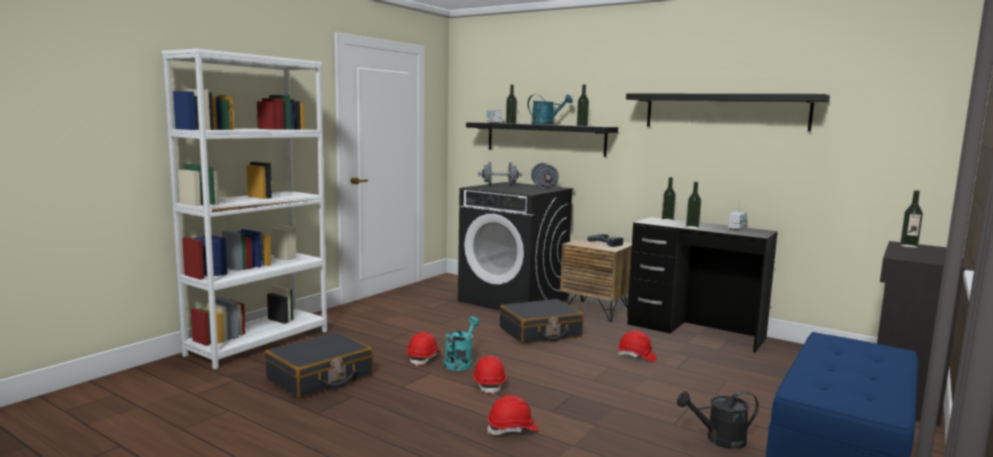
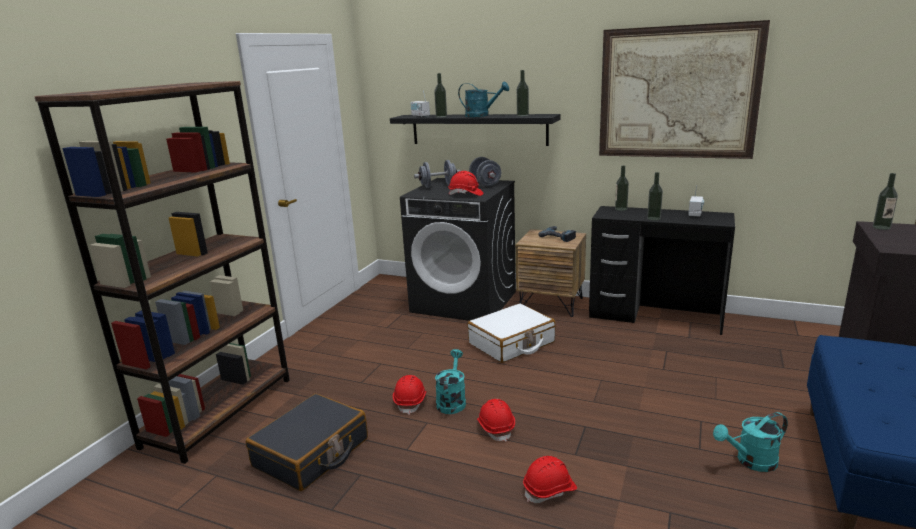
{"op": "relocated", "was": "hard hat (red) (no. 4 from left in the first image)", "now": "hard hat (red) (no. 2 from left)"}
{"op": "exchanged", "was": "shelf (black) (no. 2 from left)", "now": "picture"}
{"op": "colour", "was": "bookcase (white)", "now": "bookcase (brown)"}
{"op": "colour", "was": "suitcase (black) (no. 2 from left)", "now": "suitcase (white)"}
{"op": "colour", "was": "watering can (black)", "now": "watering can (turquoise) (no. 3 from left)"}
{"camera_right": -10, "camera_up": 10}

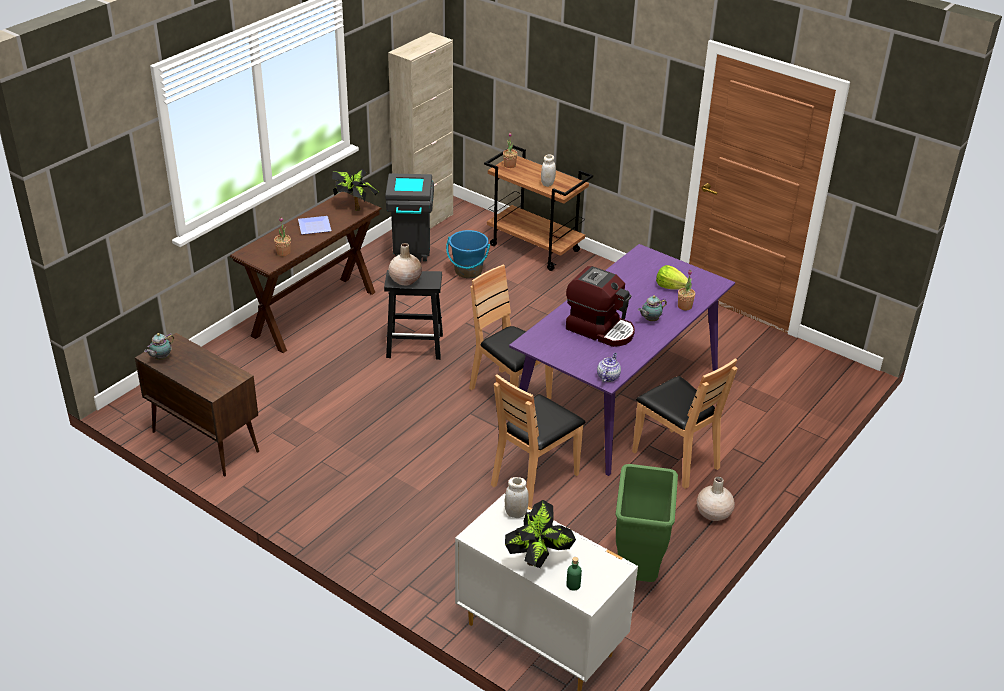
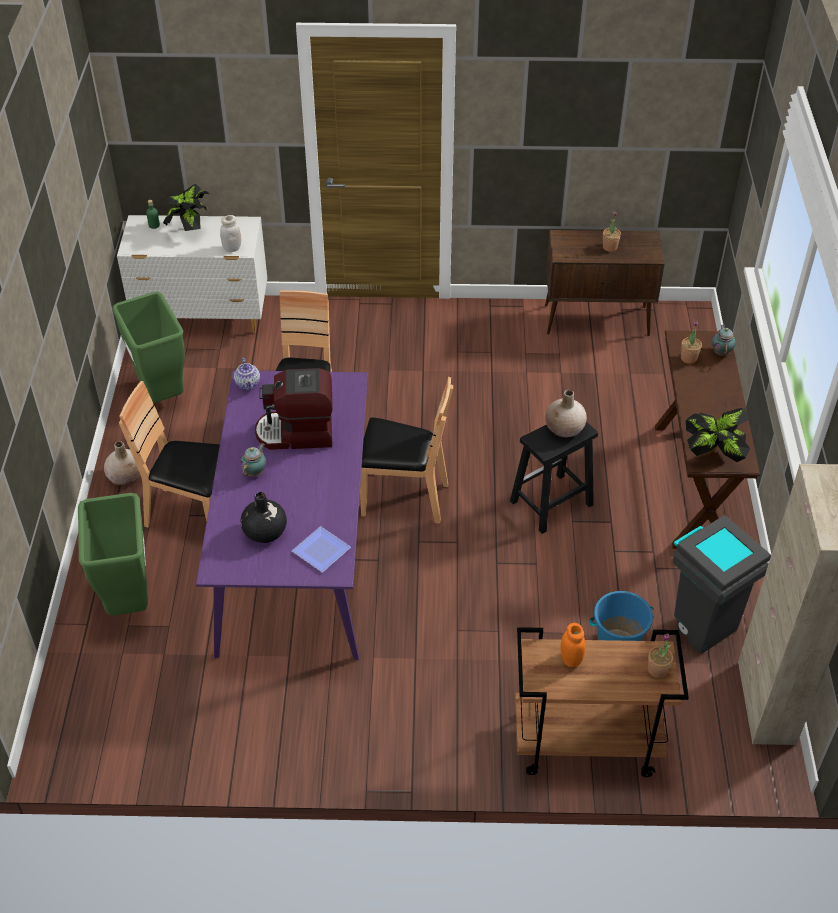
{"op": "appeared", "now": "trash can (green) (no. 1 from left)"}
{"op": "relocated", "was": "teapot (no. 1 from left in the first image)", "now": "teapot (no. 3 from left)"}
{"op": "relocated", "was": "plate"}
{"op": "relocated", "was": "potted plant (no. 5 from left in the first image)", "now": "potted plant (no. 2 from left)"}
{"op": "exchanged", "was": "lettuce", "now": "vase (black)"}
{"op": "colour", "was": "jar (white) (no. 2 from left)", "now": "jar (orange)"}
{"camera_right": 145, "camera_up": 10}

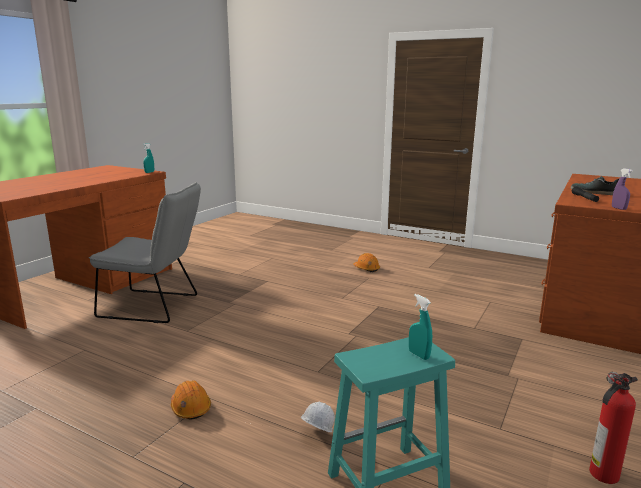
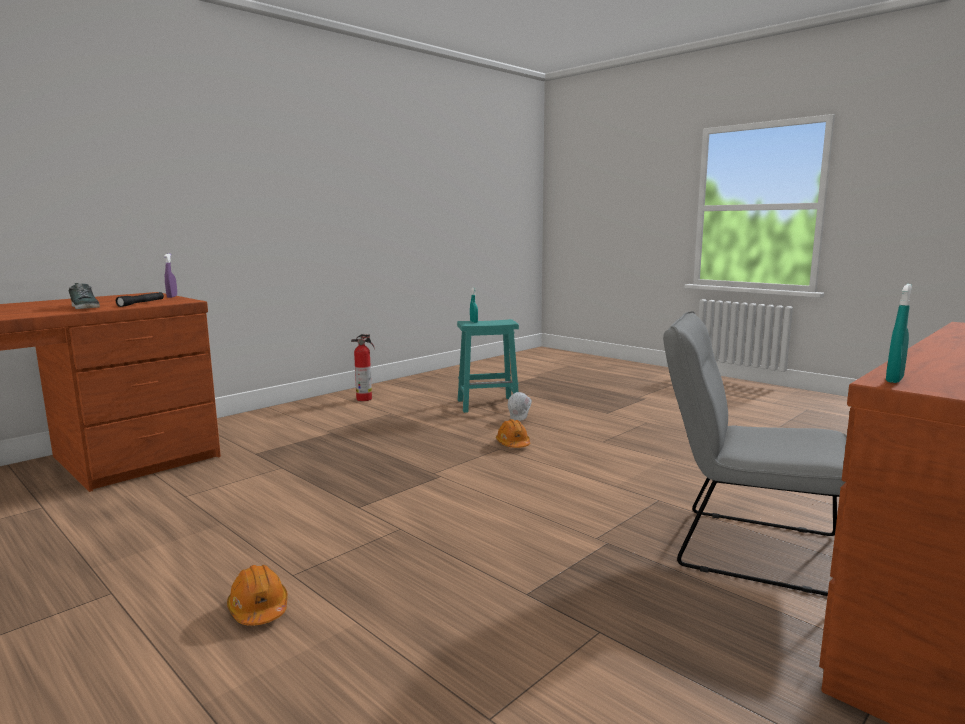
{"op": "relocated", "was": "hard hat (orange) (no. 1 from left in the first image)", "now": "hard hat (orange) (no. 2 from left)"}
{"camera_right": -165, "camera_up": -5}

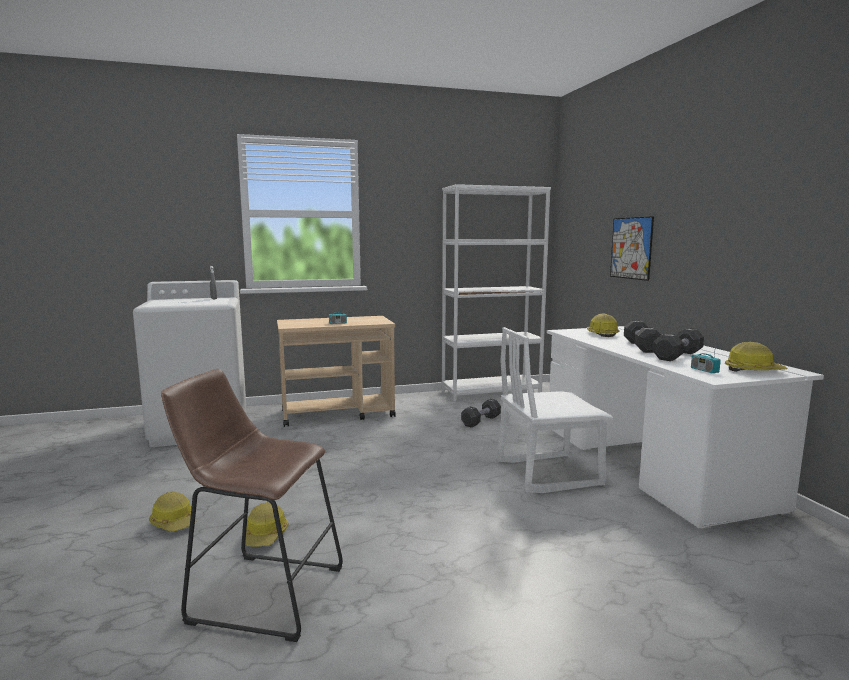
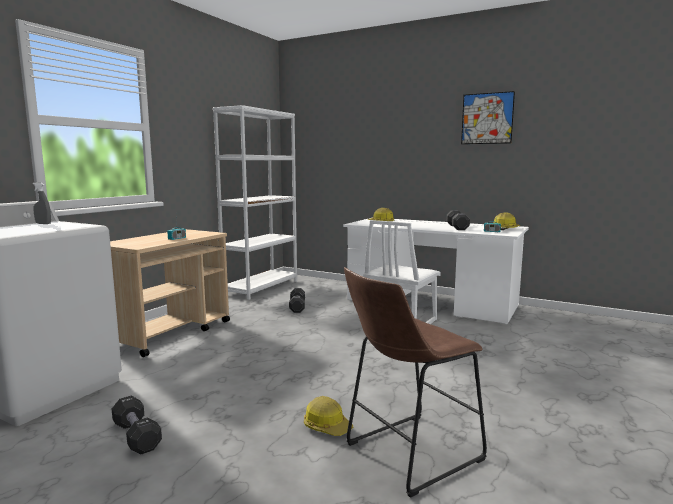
{"op": "missing", "was": "hard hat (no. 1 from left)"}
{"op": "relocated", "was": "picture"}
{"op": "relocated", "was": "dumbbell (black) (no. 2 from left in the first image)", "now": "dumbbell (black) (no. 1 from left)"}
{"camera_right": -45, "camera_up": 0}

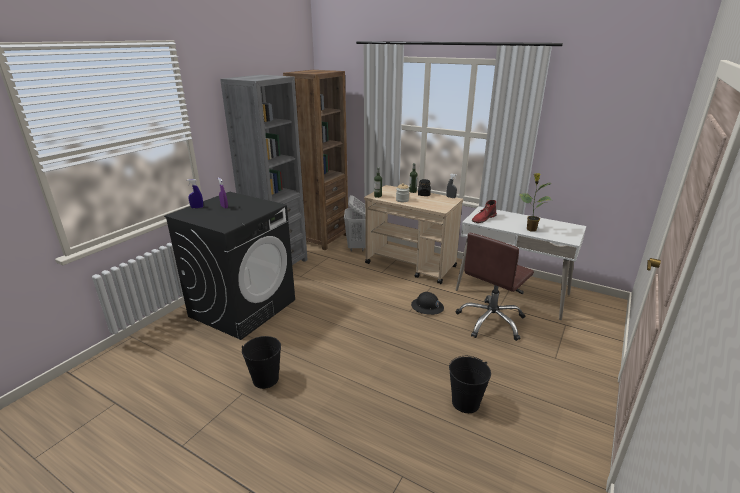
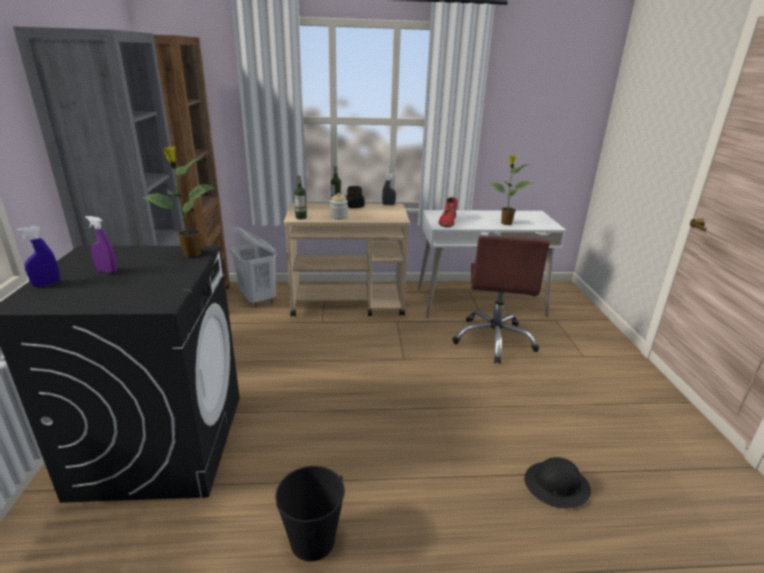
{"op": "missing", "was": "bucket (black) (no. 2 from left)"}
{"op": "appeared", "now": "potted plant (no. 1 from left)"}
{"op": "relocated", "was": "hard hat (black)"}
{"camera_right": -35, "camera_up": 0}

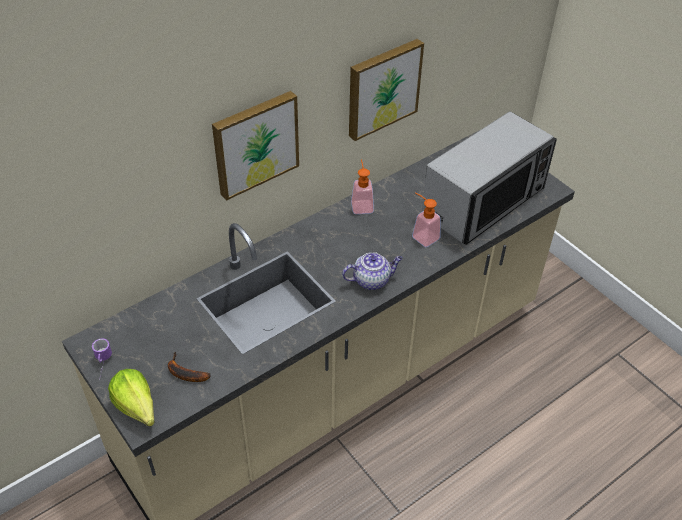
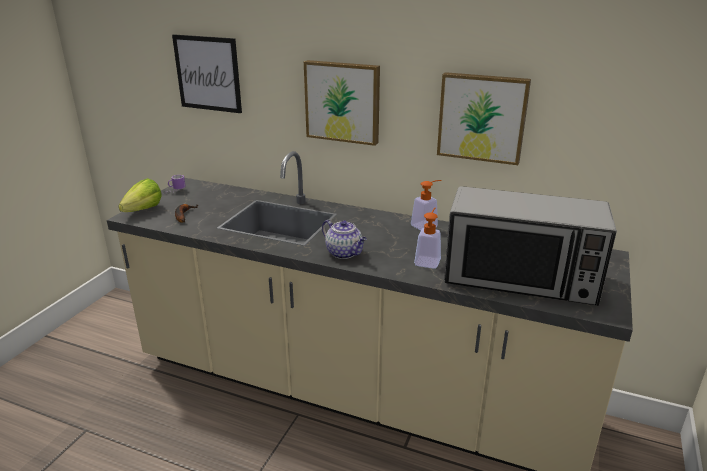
{"op": "appeared", "now": "picture (no. 1 from left)"}
{"camera_right": 60, "camera_up": -20}

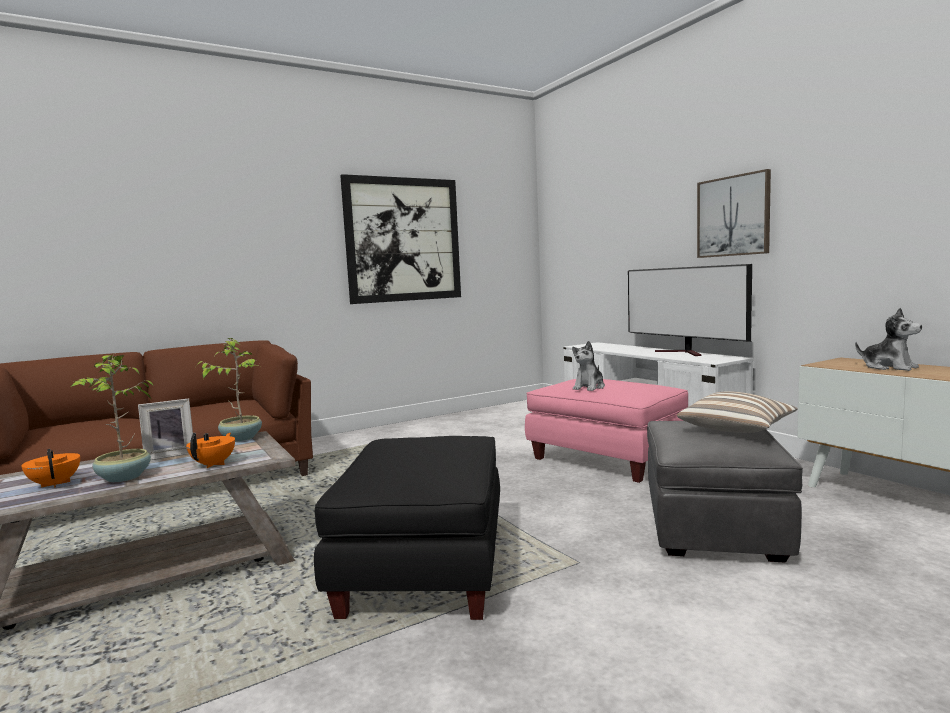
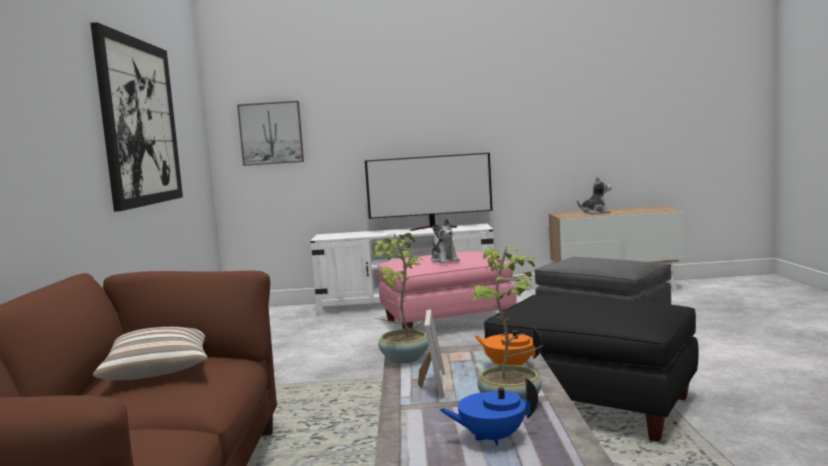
{"op": "relocated", "was": "pillow"}
{"op": "relocated", "was": "picture (no. 2 from left)"}
{"op": "colour", "was": "teapot (orange) (no. 1 from left)", "now": "teapot (blue)"}
{"camera_right": -60, "camera_up": 0}

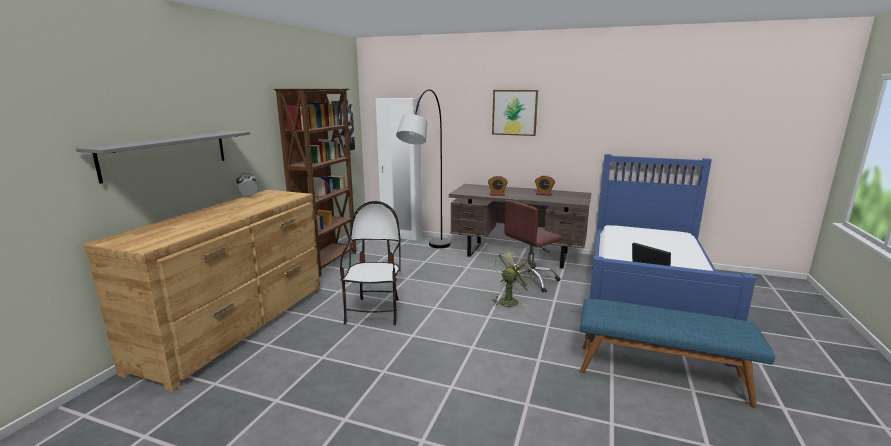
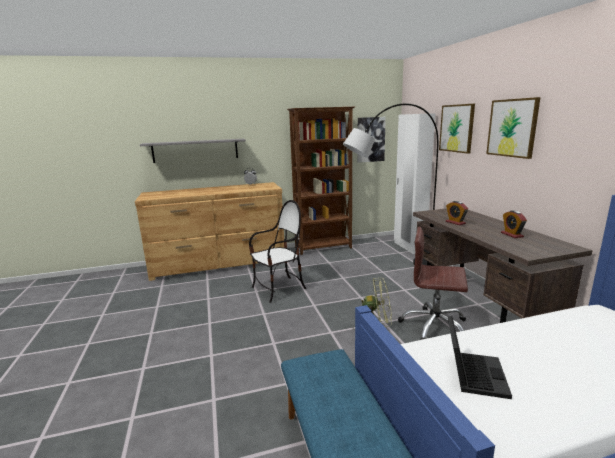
{"op": "appeared", "now": "picture (no. 2 from left)"}
{"camera_right": 55, "camera_up": 0}

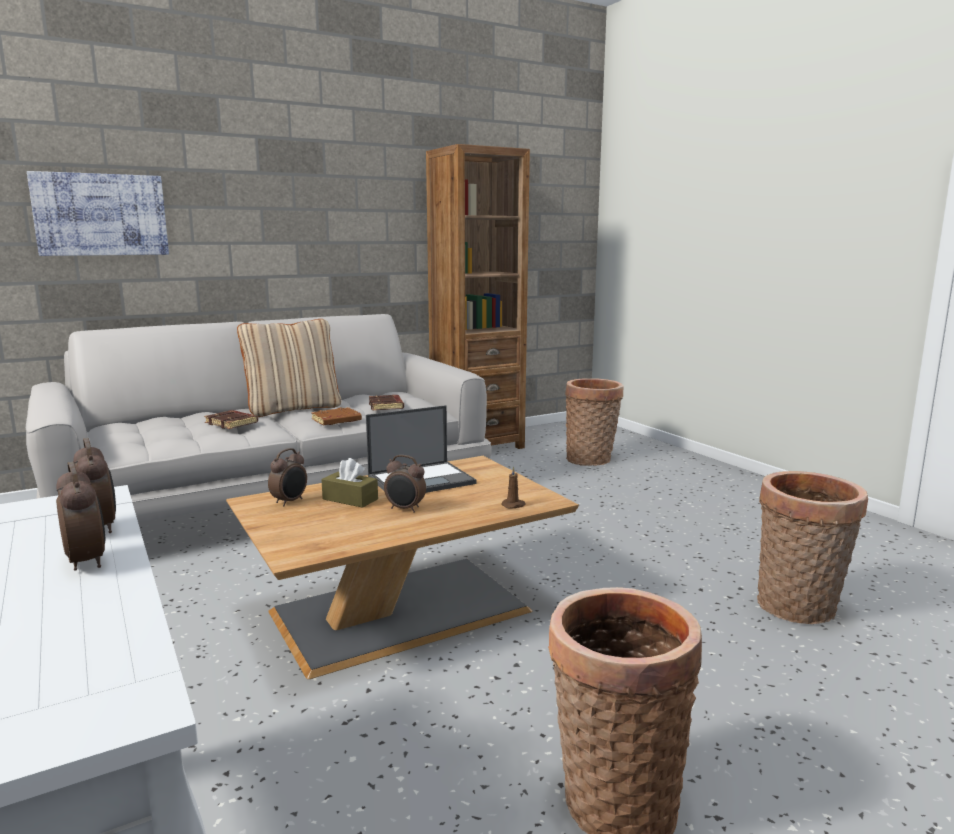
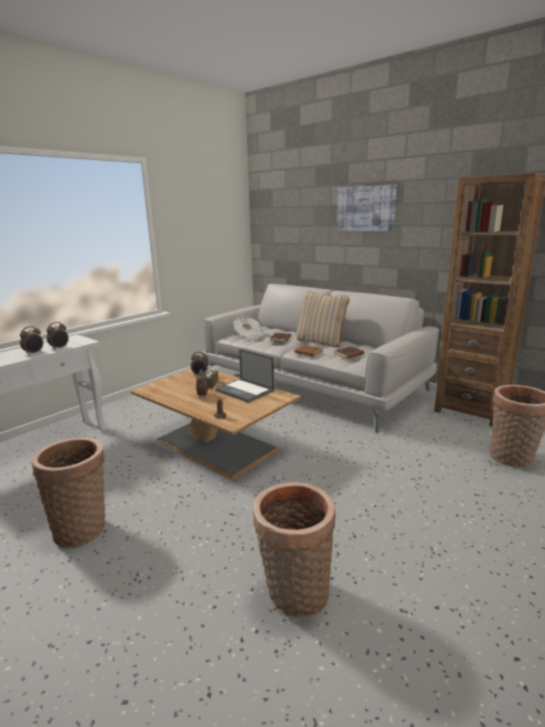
{"op": "appeared", "now": "newspaper"}
{"op": "relocated", "was": "picture"}
{"camera_right": 70, "camera_up": 5}

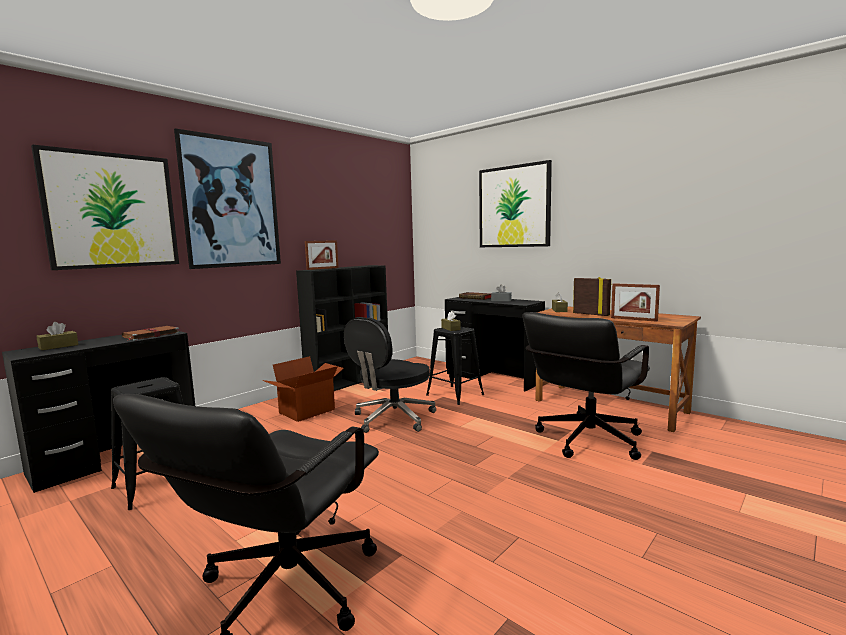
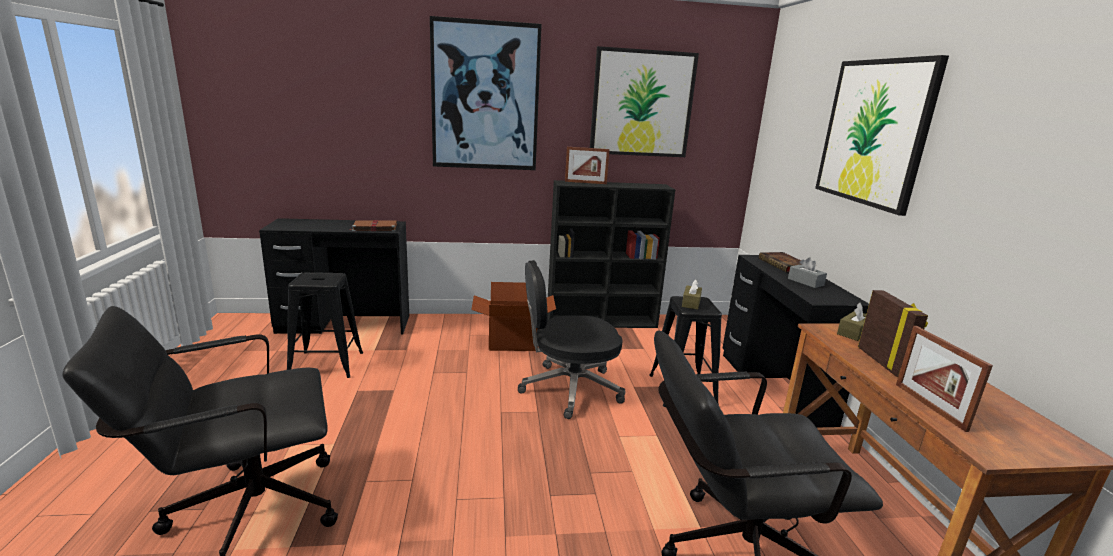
{"op": "missing", "was": "tissue box (brown) (no. 1 from left)"}
{"op": "relocated", "was": "picture (no. 1 from left in the first image)", "now": "picture (no. 2 from left)"}
{"camera_right": 40, "camera_up": 10}

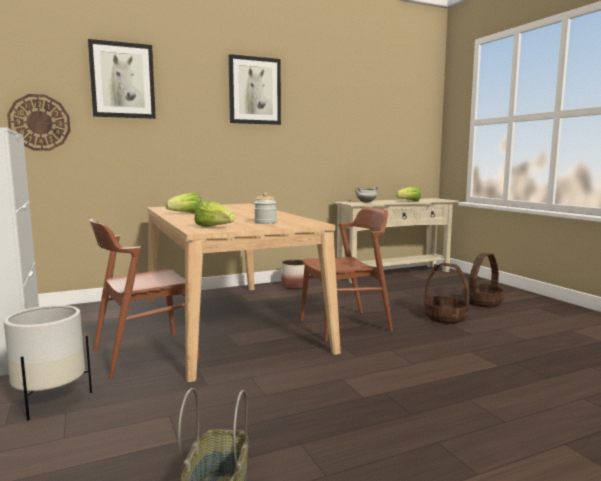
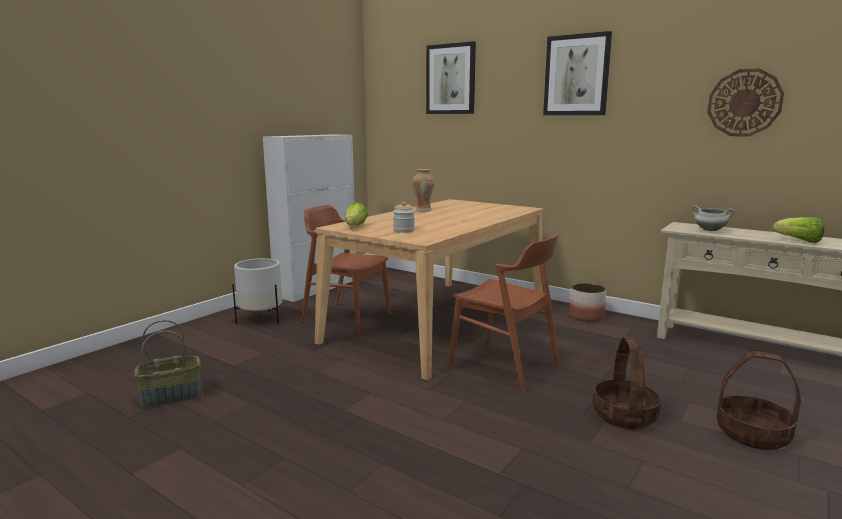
{"op": "relocated", "was": "wall clock"}
{"op": "exchanged", "was": "lettuce (no. 1 from left)", "now": "vase"}
{"camera_right": 60, "camera_up": 5}

